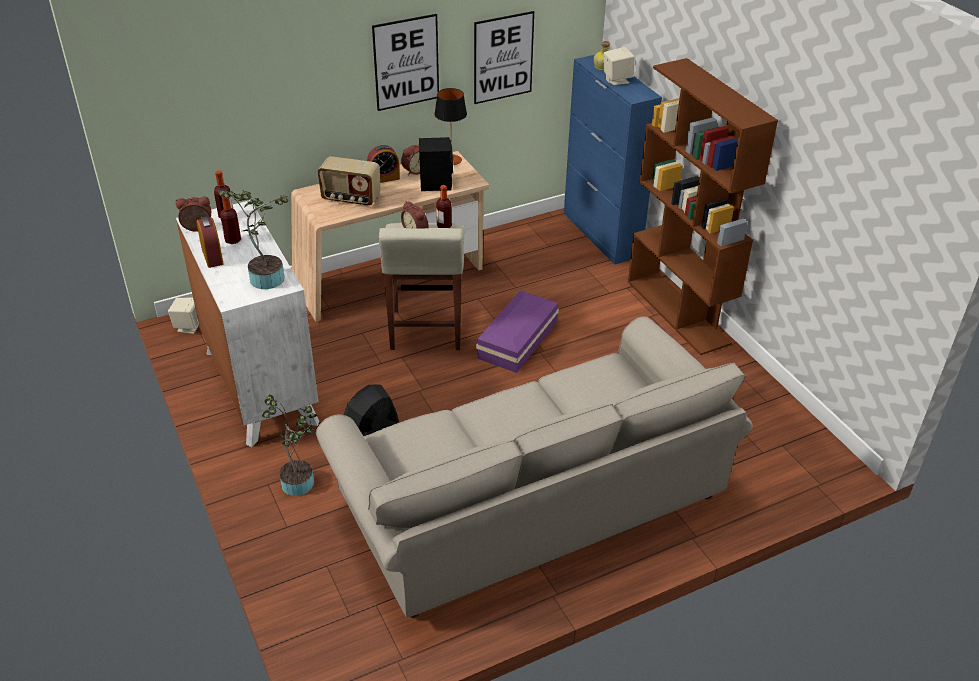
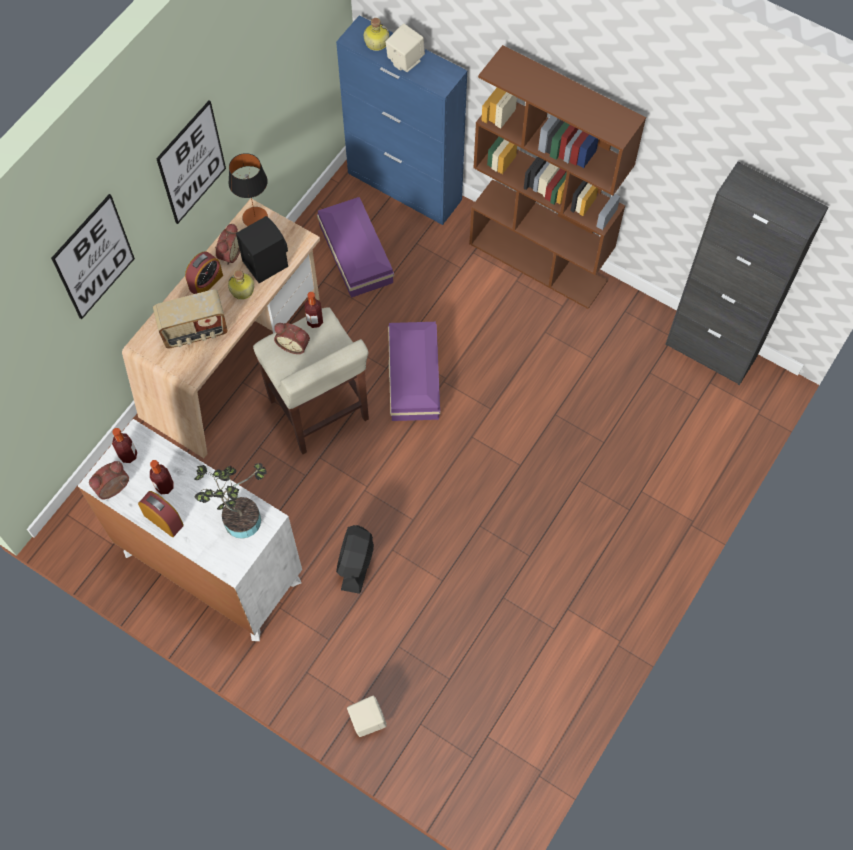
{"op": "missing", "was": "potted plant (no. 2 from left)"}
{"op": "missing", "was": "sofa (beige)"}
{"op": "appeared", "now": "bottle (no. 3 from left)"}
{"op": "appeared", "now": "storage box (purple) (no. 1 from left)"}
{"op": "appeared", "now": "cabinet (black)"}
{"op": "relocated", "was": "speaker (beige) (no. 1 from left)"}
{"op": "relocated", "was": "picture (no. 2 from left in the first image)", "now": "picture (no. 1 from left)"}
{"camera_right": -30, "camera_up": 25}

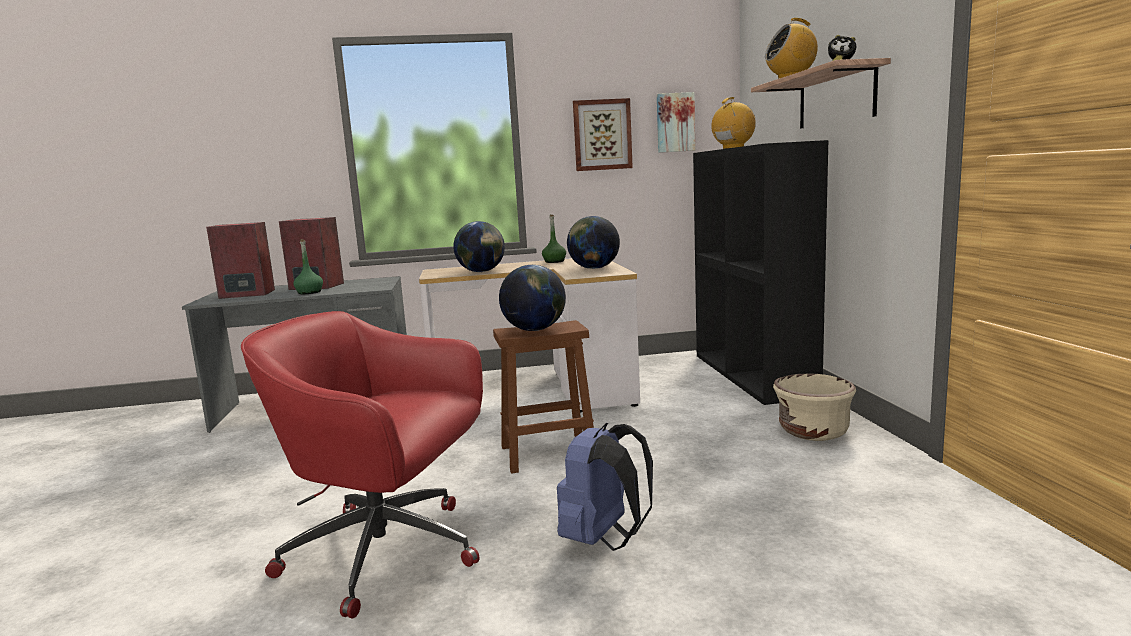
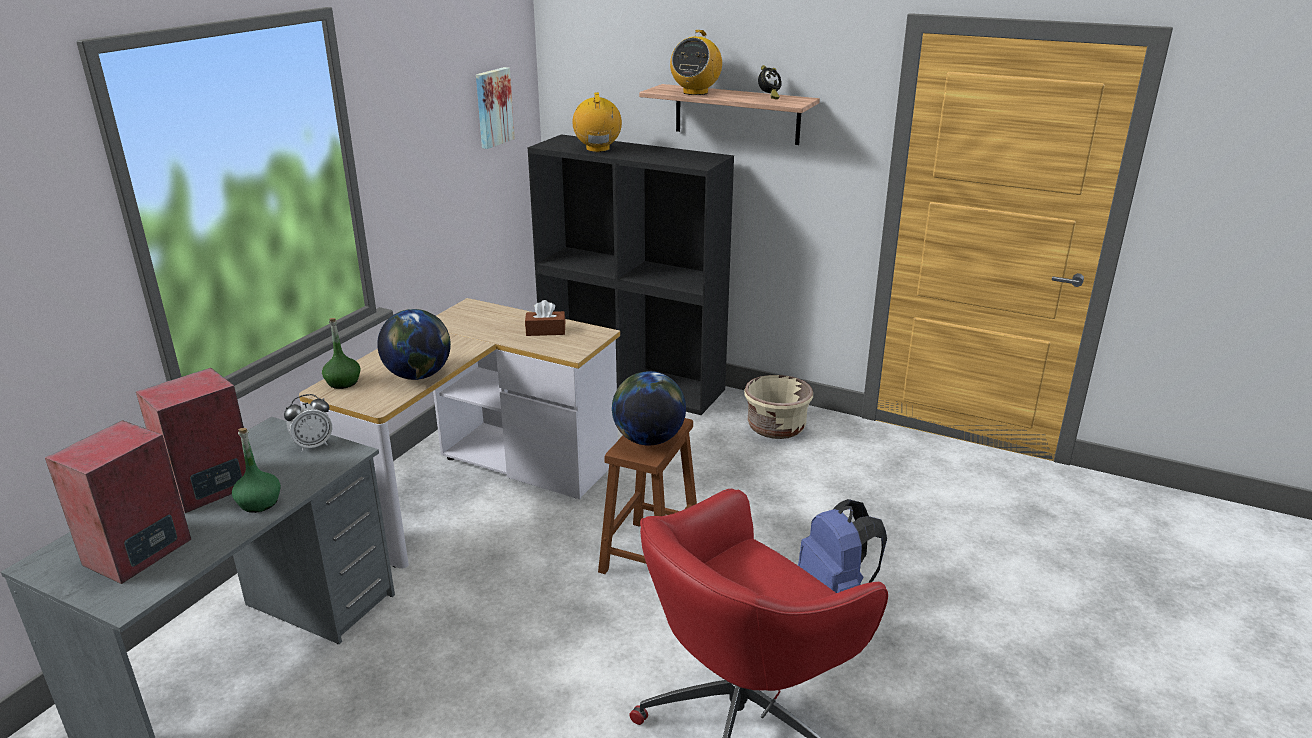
{"op": "missing", "was": "picture (no. 1 from left)"}
{"op": "appeared", "now": "alarm clock (no. 1 from left)"}
{"op": "relocated", "was": "bottle (green) (no. 2 from left)"}
{"op": "exchanged", "was": "globe (no. 3 from left)", "now": "tissue box (brown)"}
{"camera_right": -55, "camera_up": 15}

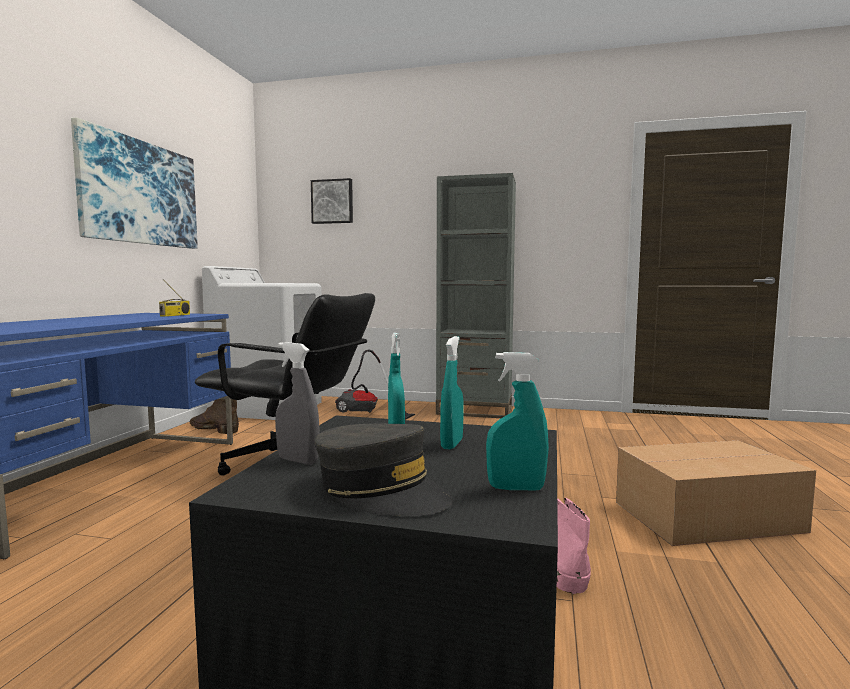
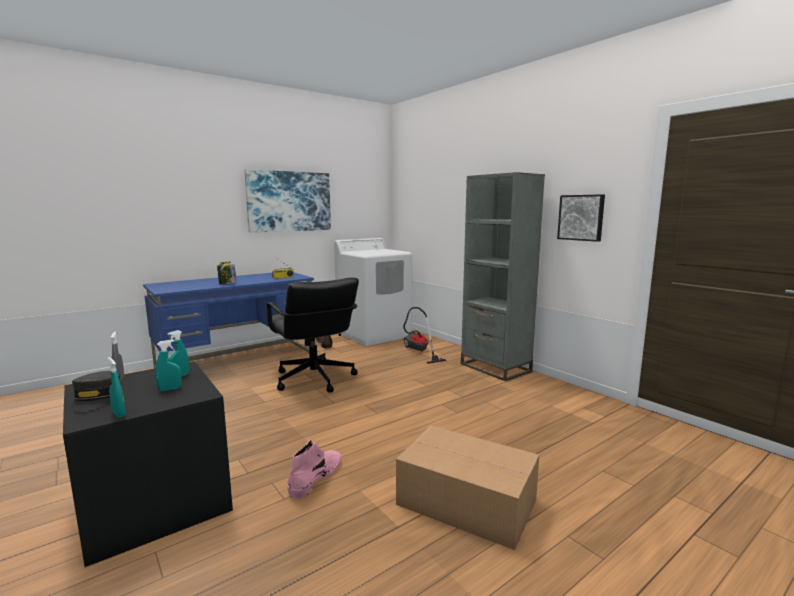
{"op": "appeared", "now": "jar"}
{"op": "relocated", "was": "picture (no. 2 from left)"}
{"camera_right": 40, "camera_up": 5}

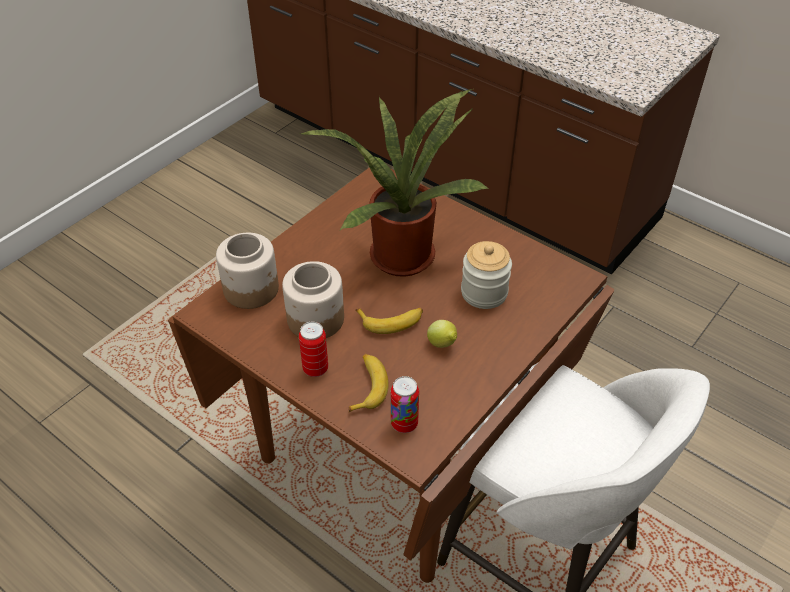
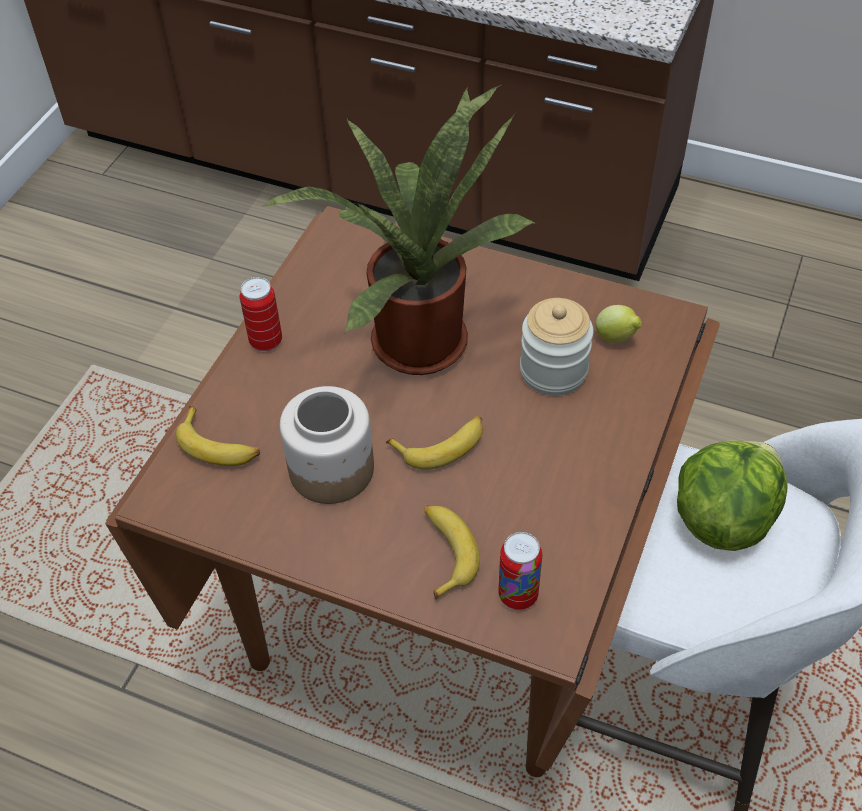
{"op": "appeared", "now": "lettuce"}
{"op": "relocated", "was": "can (no. 1 from left)"}
{"op": "relocated", "was": "lemon"}
{"op": "exchanged", "was": "jar (no. 1 from left)", "now": "banana (no. 1 from left)"}
{"camera_right": -15, "camera_up": 5}

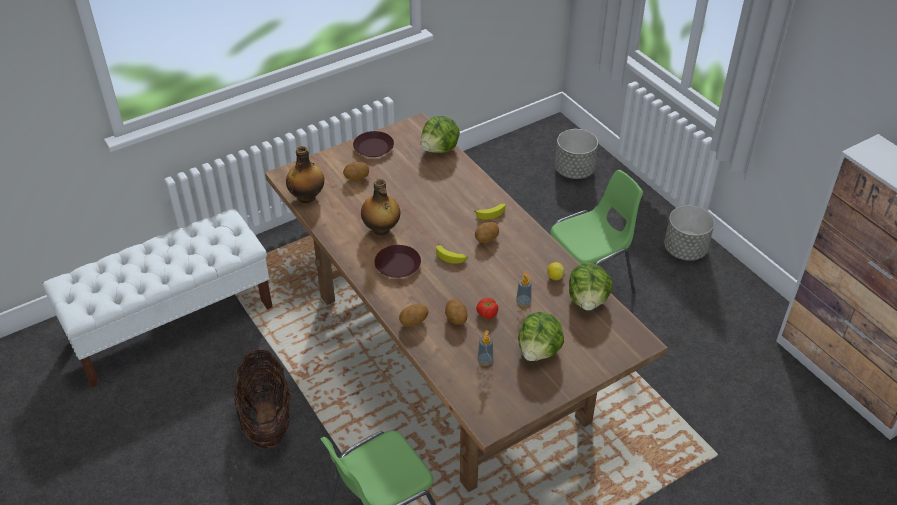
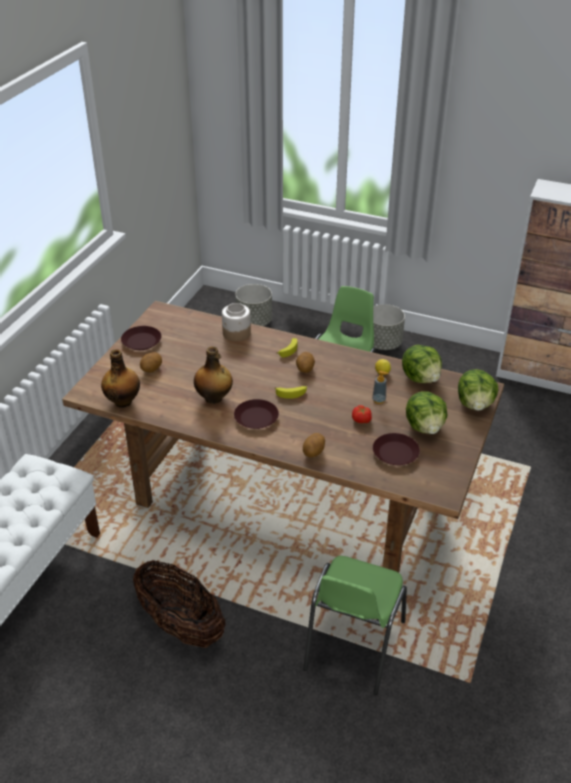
{"op": "missing", "was": "potato (no. 3 from left)"}
{"op": "appeared", "now": "jar"}
{"op": "relocated", "was": "lettuce (no. 1 from left in the first image)", "now": "lettuce (no. 3 from left)"}
{"op": "exchanged", "was": "soap dispenser (no. 1 from left)", "now": "plate (brown) (no. 3 from left)"}
{"camera_right": -35, "camera_up": -5}

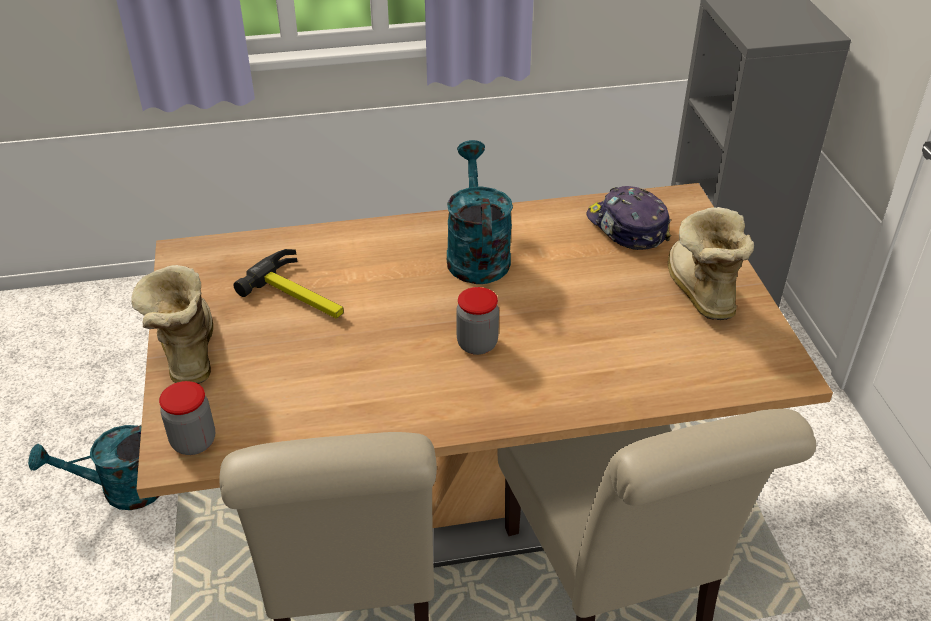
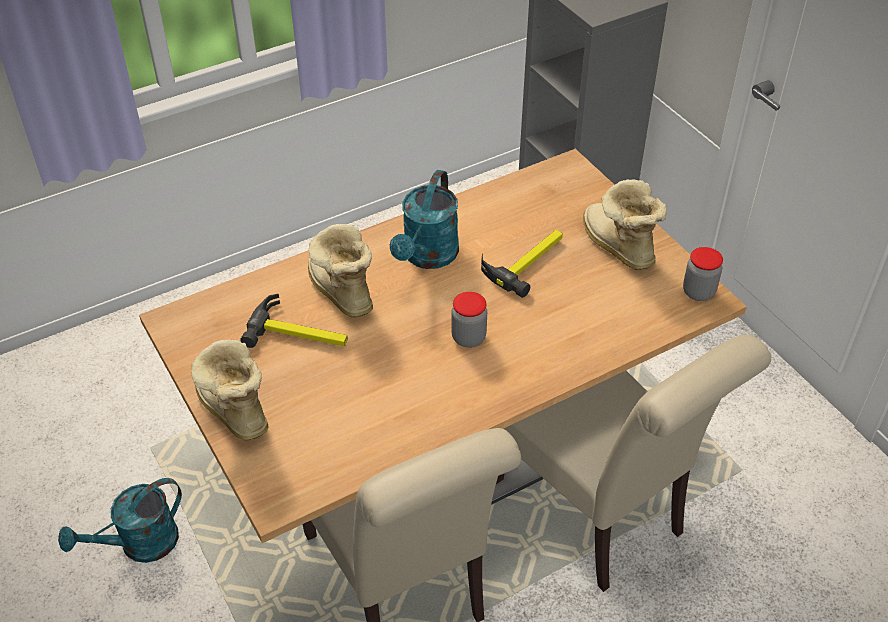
{"op": "missing", "was": "cap"}
{"op": "appeared", "now": "boot (no. 2 from left)"}
{"op": "appeared", "now": "hammer (no. 2 from left)"}
{"op": "relocated", "was": "jar (no. 1 from left in the first image)", "now": "jar (no. 2 from left)"}
{"op": "spun", "was": "watering can (turquoise) (no. 2 from left)", "clockwise": -135}
{"camera_right": -20, "camera_up": 5}

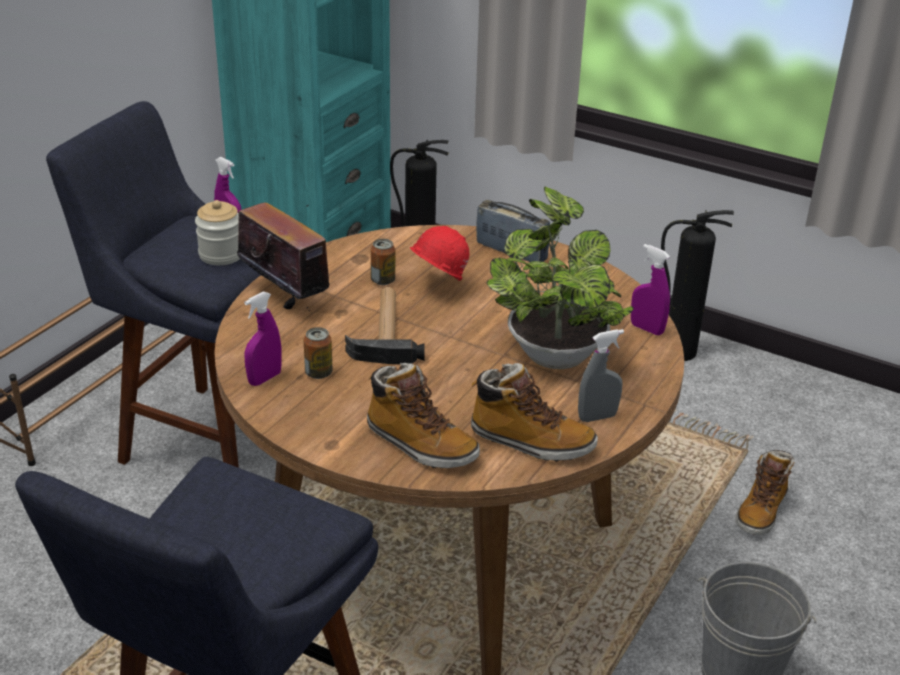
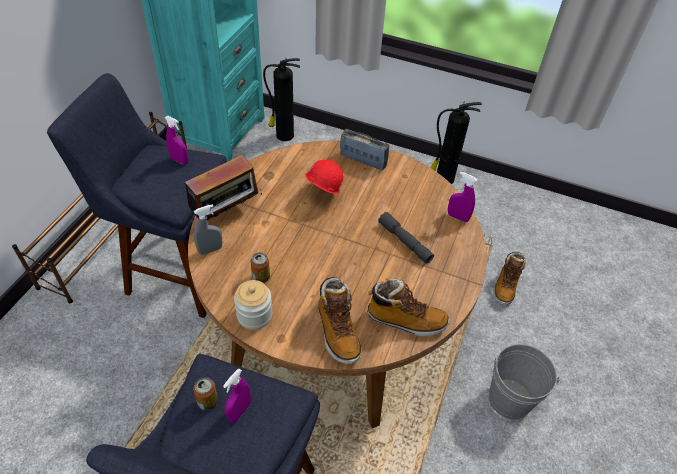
{"op": "missing", "was": "hammer"}
{"op": "relocated", "was": "jar"}
{"op": "relocated", "was": "spray bottle (purple) (no. 2 from left)"}
{"op": "relocated", "was": "can (no. 2 from left in the first image)", "now": "can (no. 1 from left)"}
{"op": "relocated", "was": "spray bottle (grey)"}
{"op": "exchanged", "was": "potted plant", "now": "flashlight (grey)"}
{"op": "spun", "was": "radio (no. 1 from left)", "clockwise": 105}
{"op": "spun", "was": "boot (no. 1 from left)", "clockwise": 45}
{"camera_right": -10, "camera_up": 15}

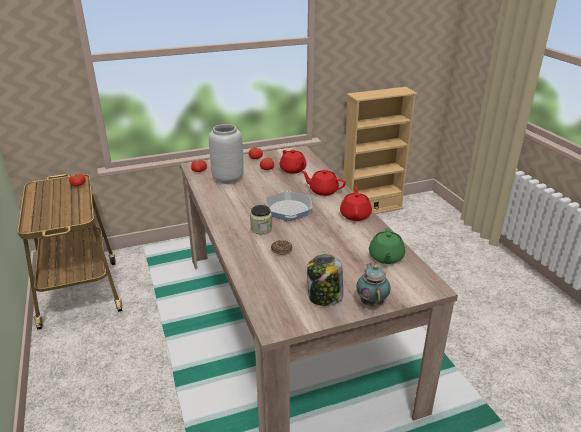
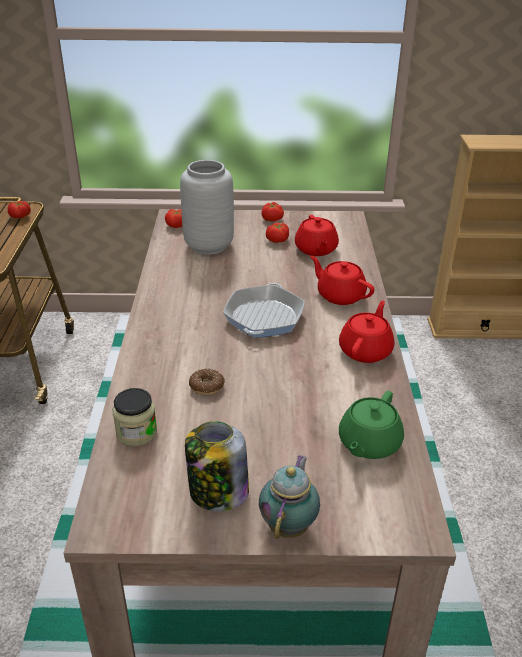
{"op": "relocated", "was": "jar (no. 1 from left)"}
{"camera_right": 20, "camera_up": 5}

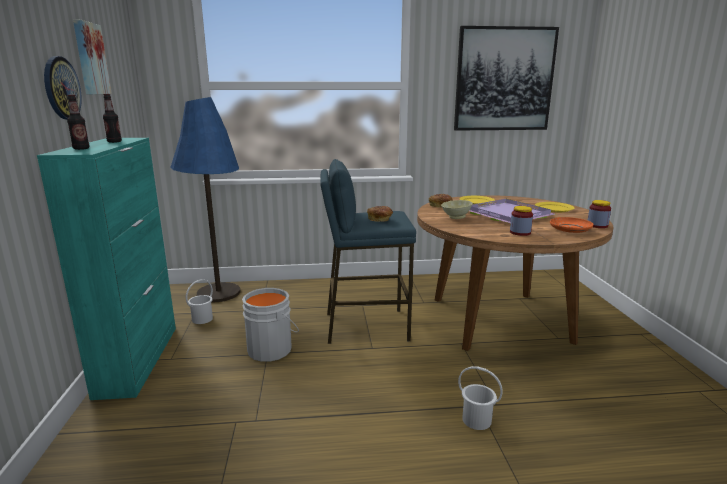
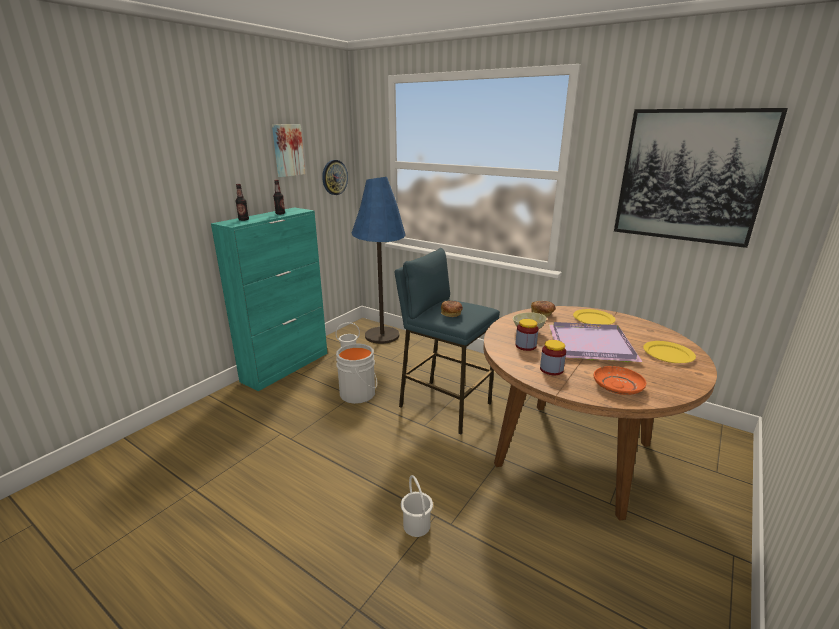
{"op": "relocated", "was": "wall clock"}
{"op": "relocated", "was": "jar (no. 2 from left in the first image)", "now": "jar (no. 1 from left)"}
{"camera_right": 40, "camera_up": 5}

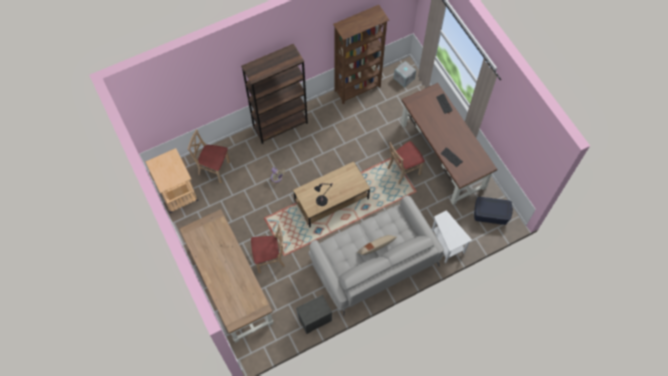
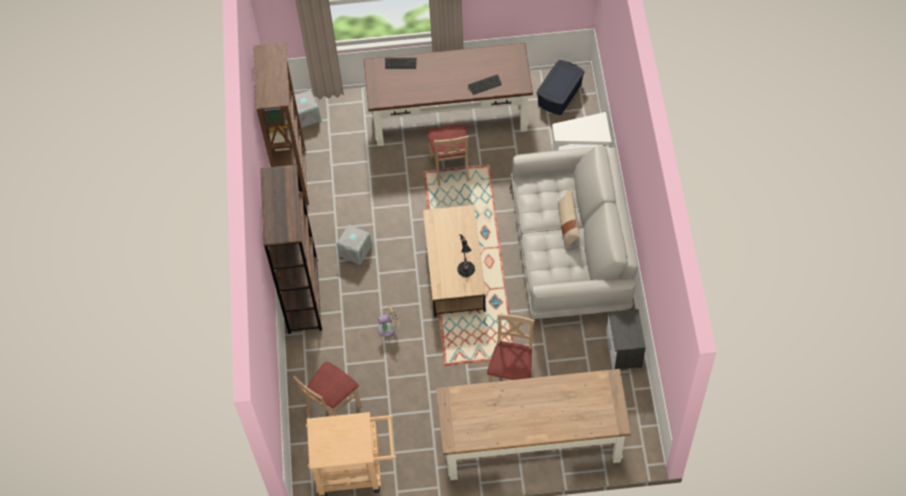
{"op": "appeared", "now": "storage box (grey) (no. 2 from left)"}
{"camera_right": -65, "camera_up": -5}

